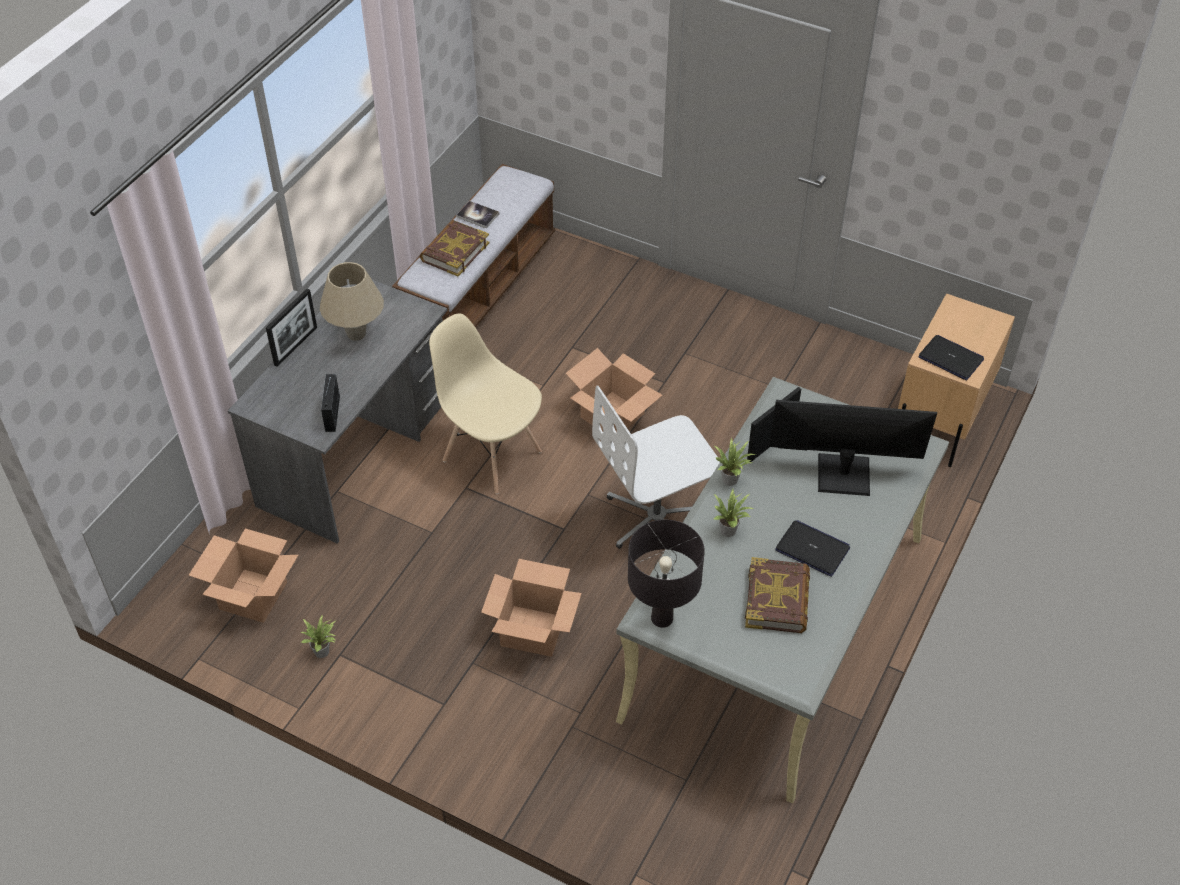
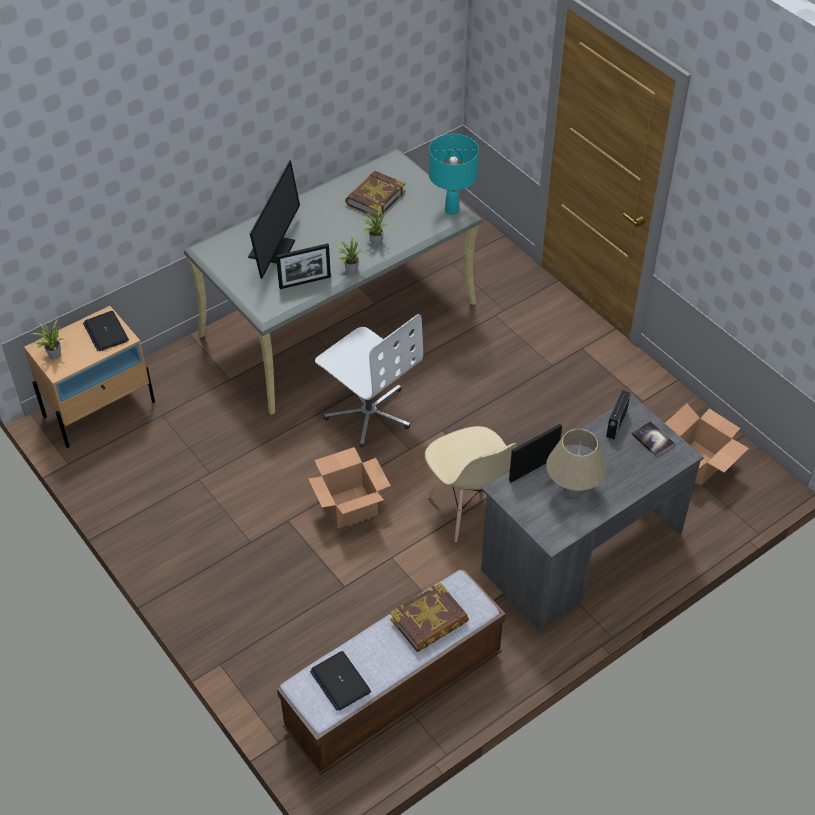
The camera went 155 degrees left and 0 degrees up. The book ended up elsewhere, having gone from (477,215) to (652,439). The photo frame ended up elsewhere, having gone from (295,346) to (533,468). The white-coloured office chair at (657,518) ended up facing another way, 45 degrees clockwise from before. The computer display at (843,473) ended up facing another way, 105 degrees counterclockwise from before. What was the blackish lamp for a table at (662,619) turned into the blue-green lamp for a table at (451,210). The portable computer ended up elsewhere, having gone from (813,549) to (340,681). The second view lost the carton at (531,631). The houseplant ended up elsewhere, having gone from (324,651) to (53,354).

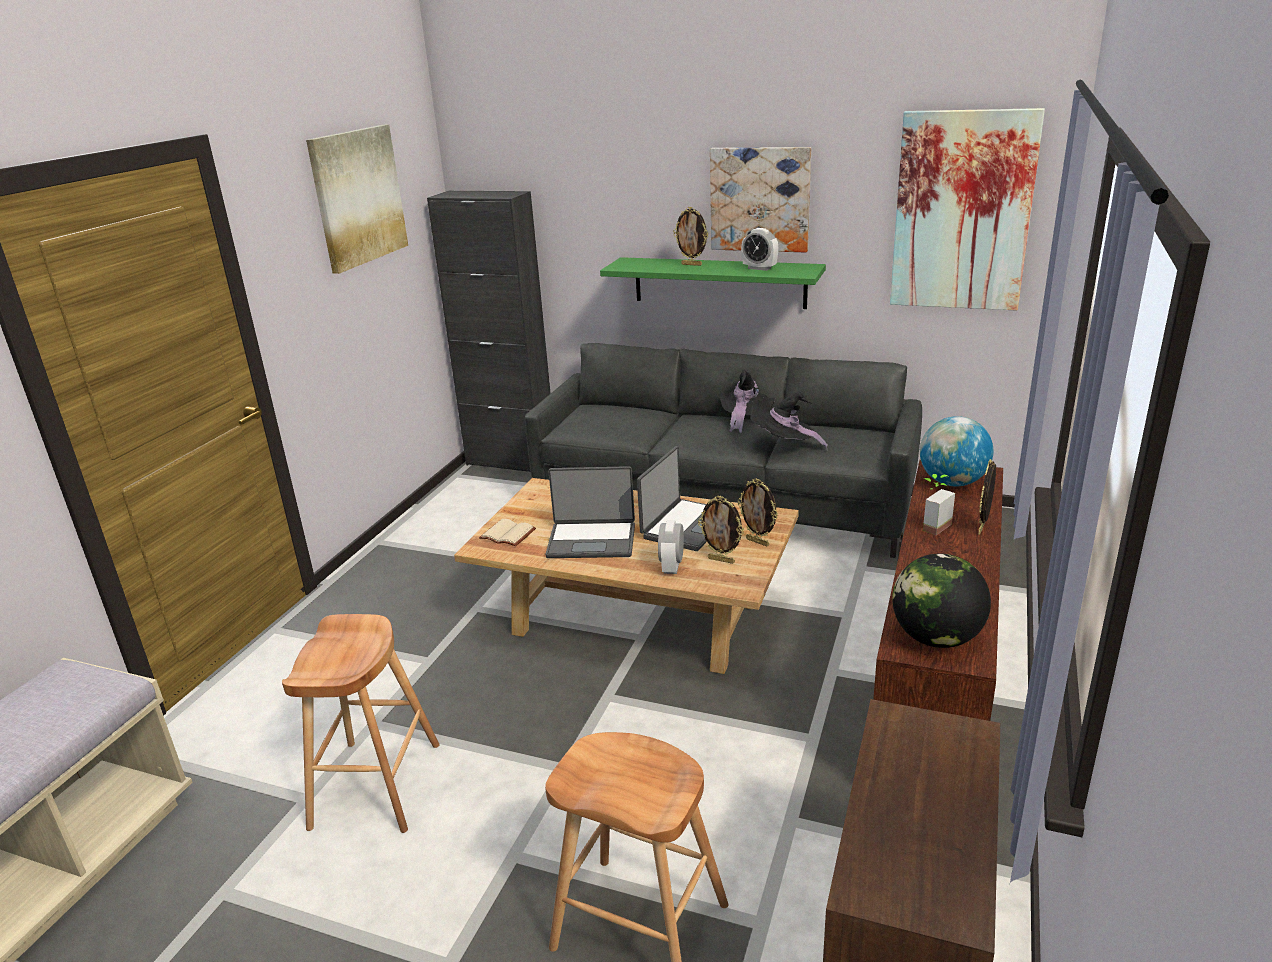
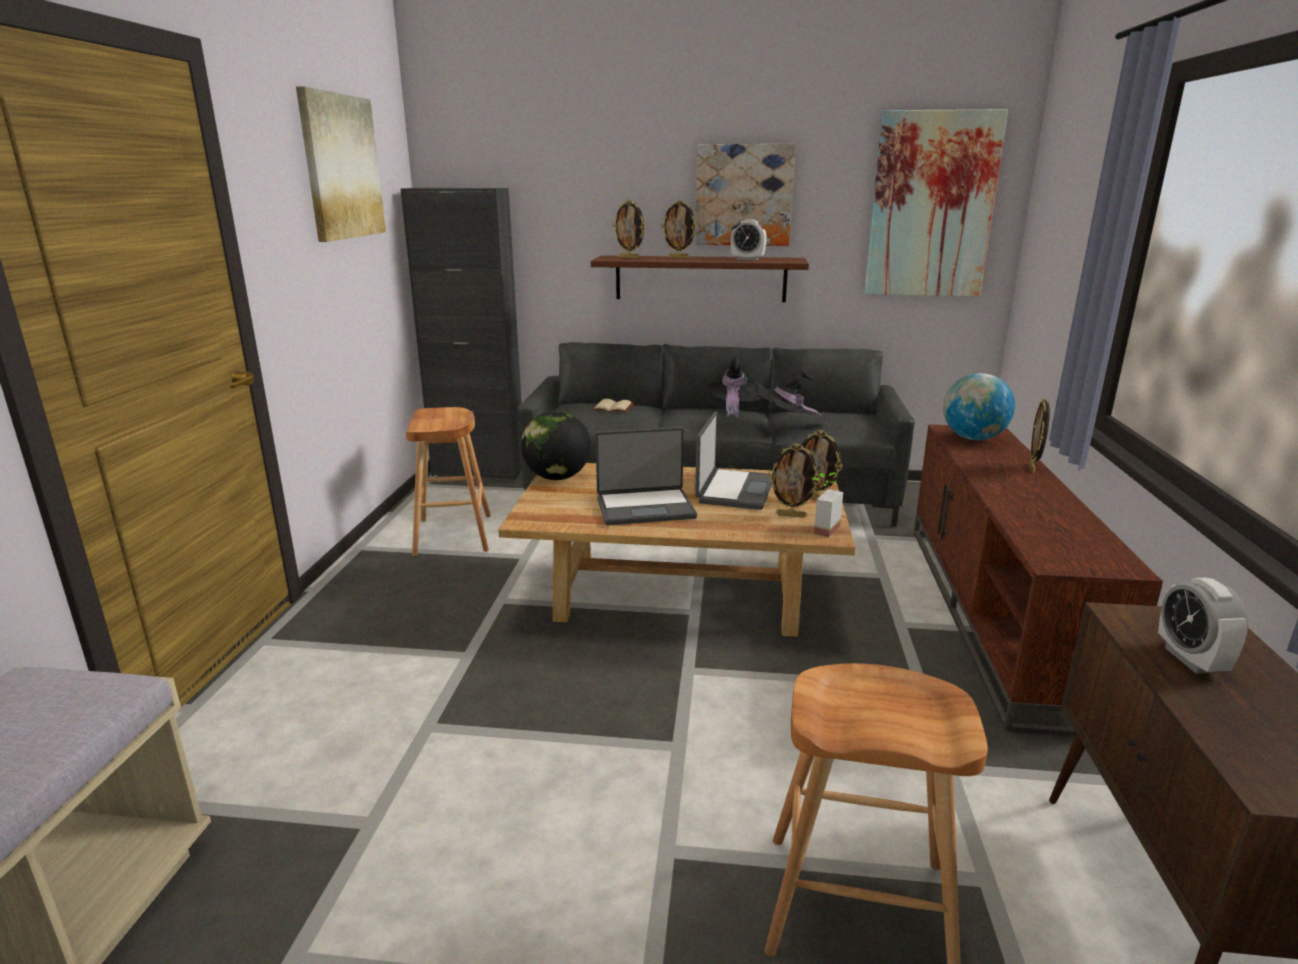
The camera went 15 degrees left and 5 degrees down. What was the green shelf at (719,282) turned into the brown shelf at (700,278). The houseplant ended up elsewhere, having gone from (931,525) to (820,528). The beige-coloured book ended up elsewhere, having gone from (509,534) to (614,407). The table clock ended up elsewhere, having gone from (672,566) to (1190,659). The globe ended up elsewhere, having gone from (936,638) to (557,477). The brown stool seat ended up elsewhere, having gone from (376,785) to (453,535). The second view gained the photo frame at (629,258).

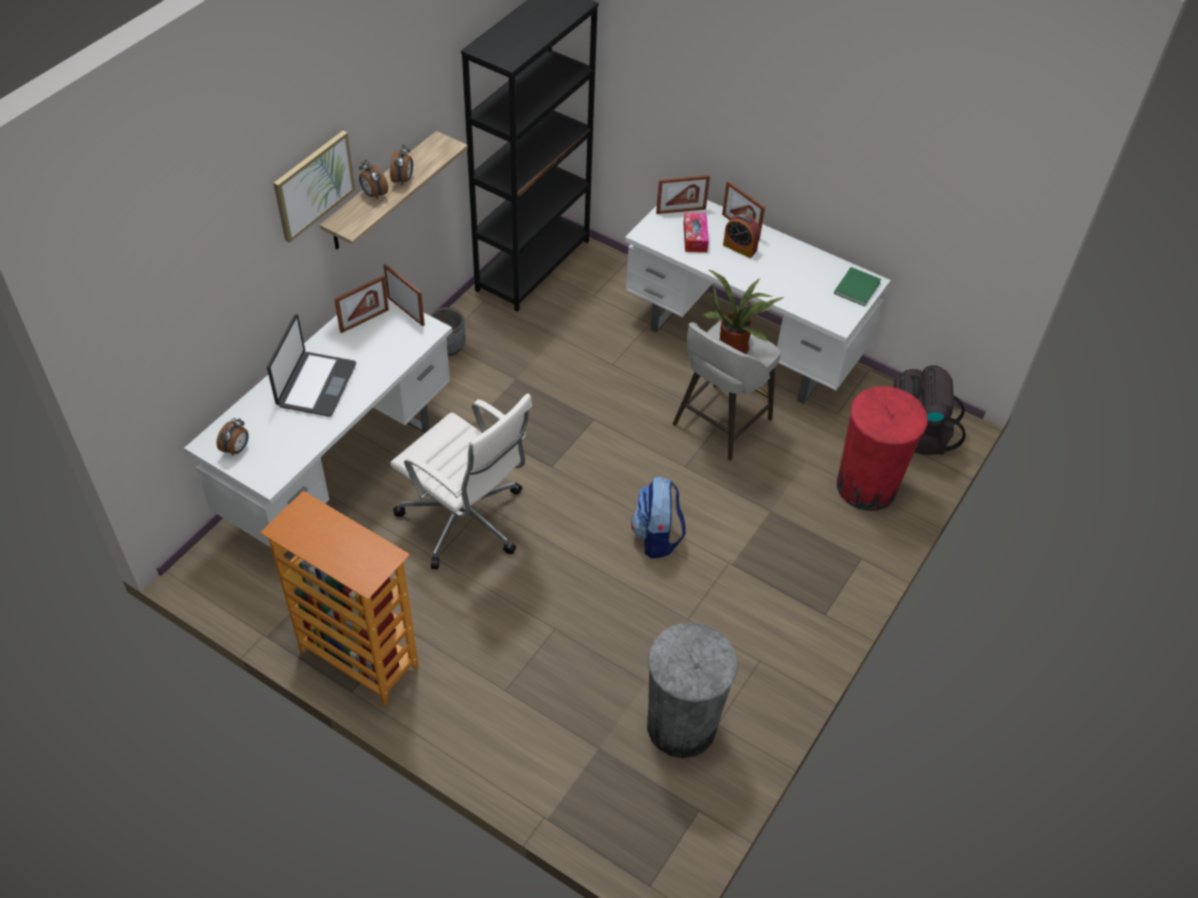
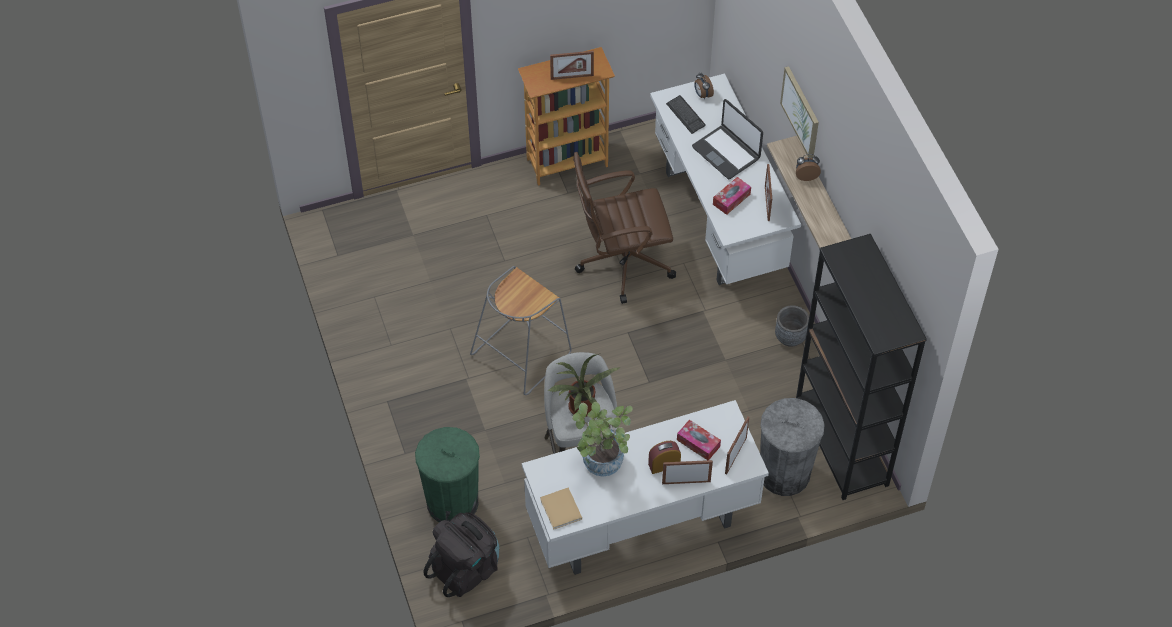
The camera went 130 degrees right and 5 degrees up. The second view lost the table clock at (403,180). The photo frame ended up elsewhere, having gone from (406,311) to (572,77). What was the green book at (857,287) turned into the beige-coloured book at (561,510). What was the red-coloured rubbish bin at (866,486) turned into the green rubbish bin at (452,502). What was the white-coloured office chair at (466,521) turned into the brown office chair at (622,262). Where the rucksack stood at (657,537), the gray stool seat came to stand at (521,353). The gray rubbish bin ended up elsewhere, having gone from (681,725) to (784,473). The second view gained the keyboard at (685,115). The second view gained the tissue holder at (731,199). The second view gained the houseplant at (601,465).

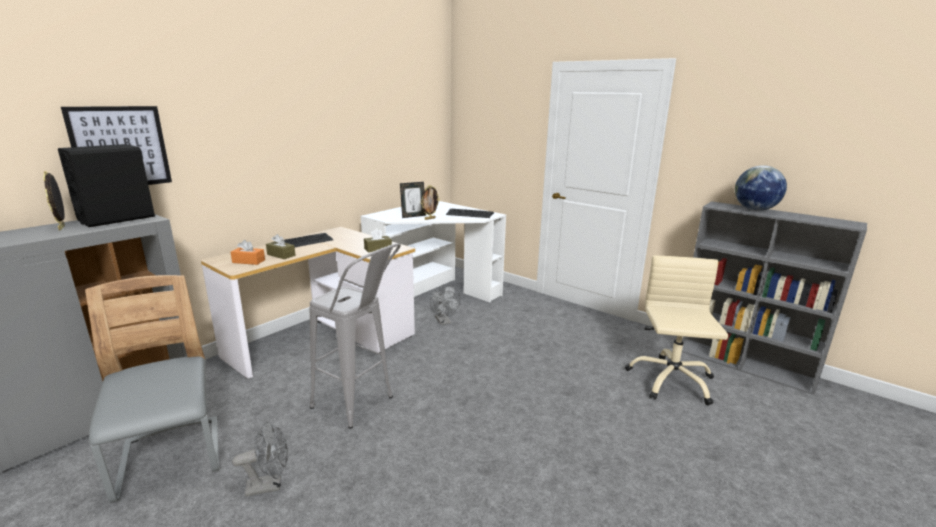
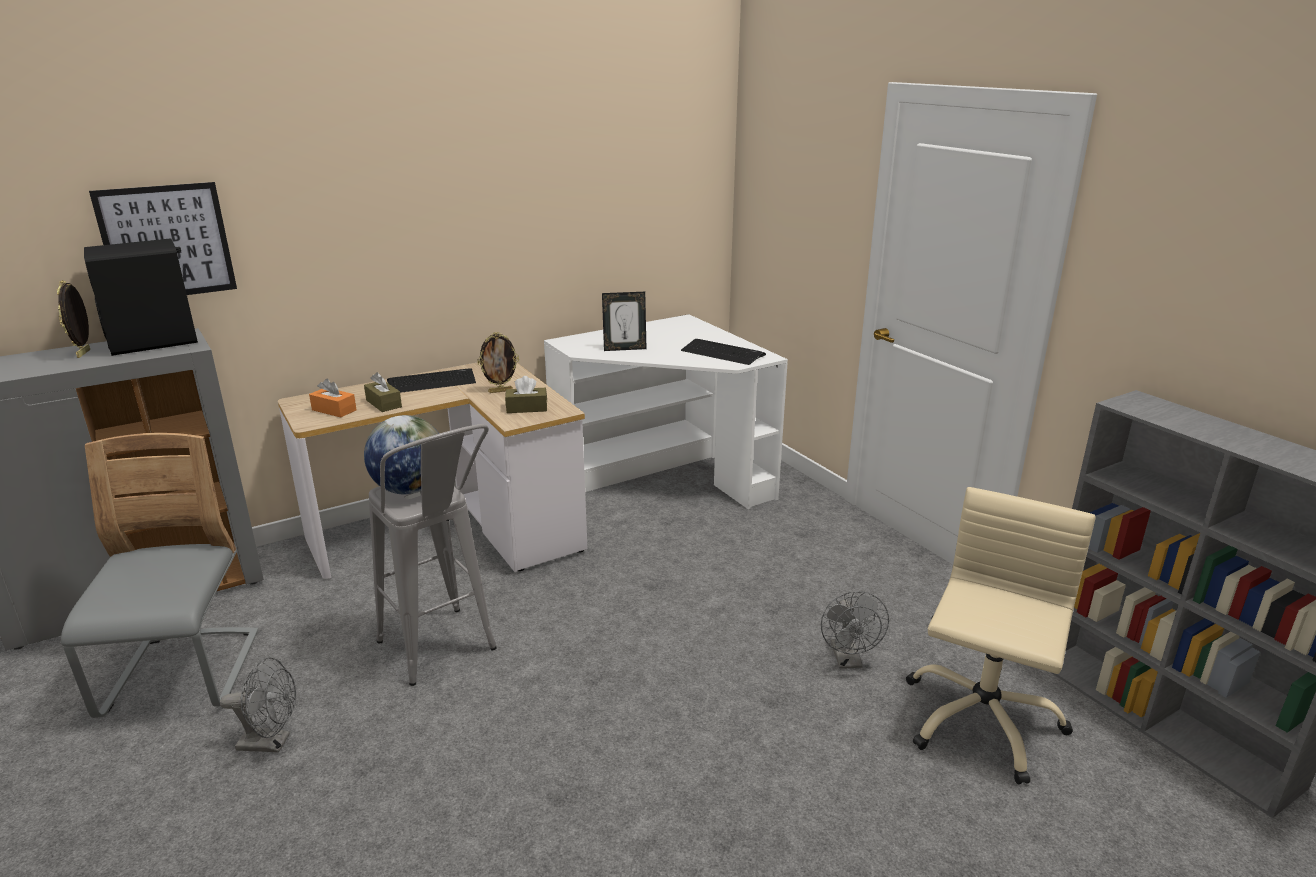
The camera went 20 degrees right and 5 degrees up. The globe ended up elsewhere, having gone from (754,210) to (409,489). The photo frame ended up elsewhere, having gone from (429,218) to (500,391). The gray fan ended up elsewhere, having gone from (444,321) to (848,661).

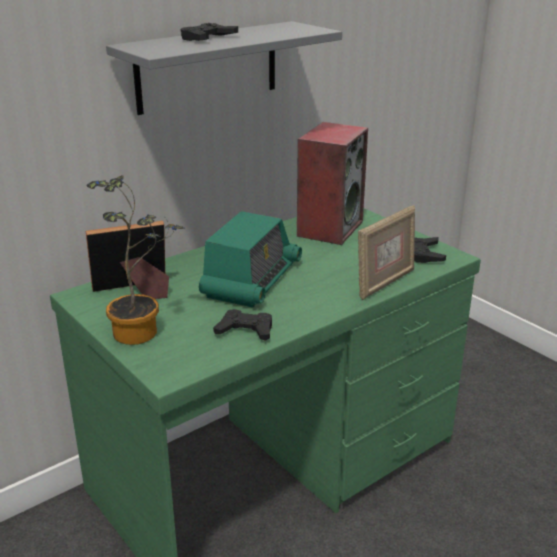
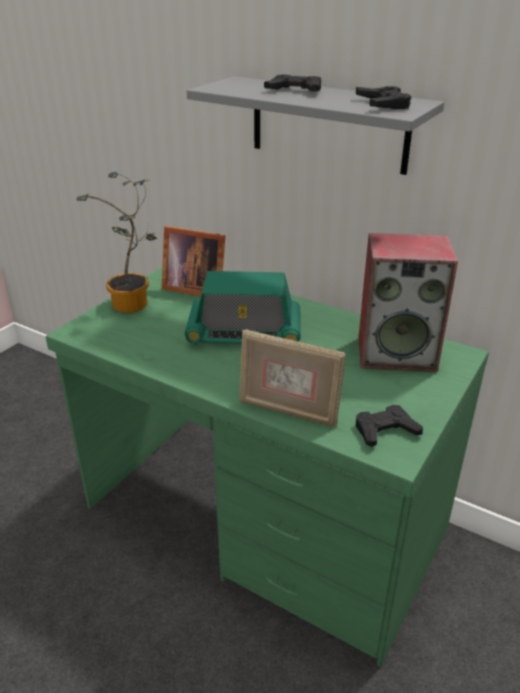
The camera went 70 degrees right and 5 degrees up. The photo frame at (135,291) ended up facing another way, 150 degrees clockwise from before. The blackish game controller ended up elsewhere, having gone from (245,330) to (383,104).

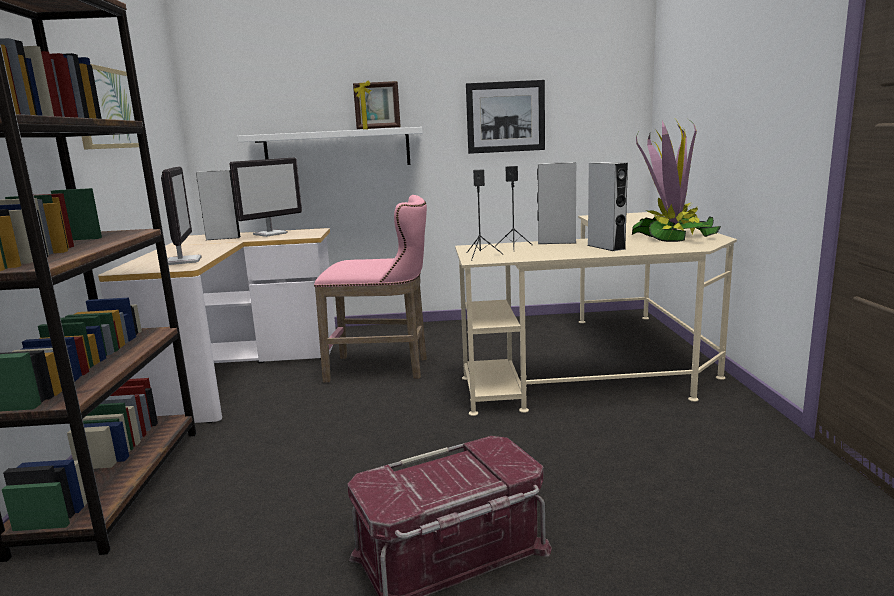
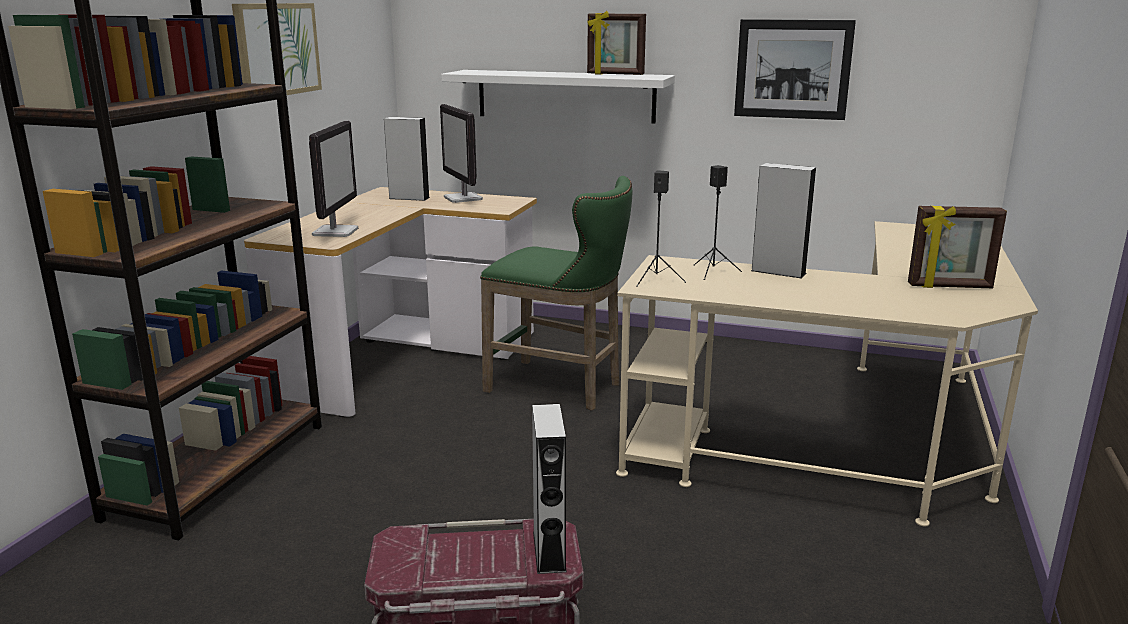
The camera went 20 degrees right and 5 degrees up. Where the houseplant stood at (671,236), the photo frame came to stand at (950,286). The computer display at (271,234) ended up facing another way, 90 degrees clockwise from before. The gray audio speaker ended up elsewhere, having gone from (606,247) to (549,551). What was the pink stool seat at (383,369) turned into the green stool seat at (560,388).

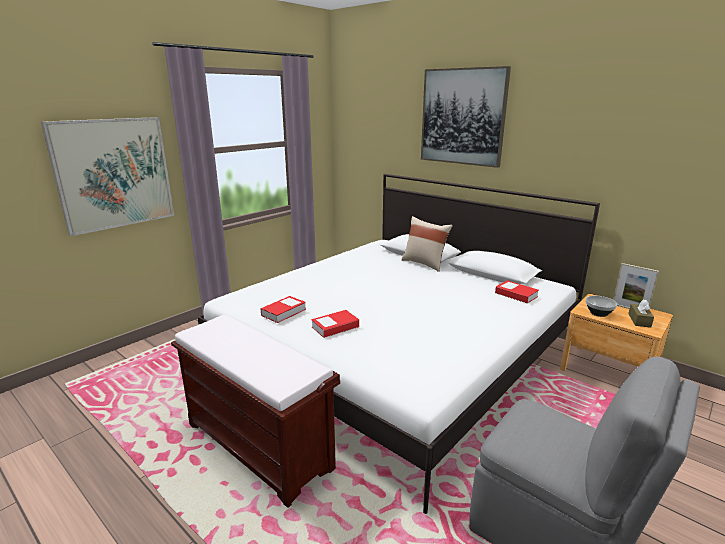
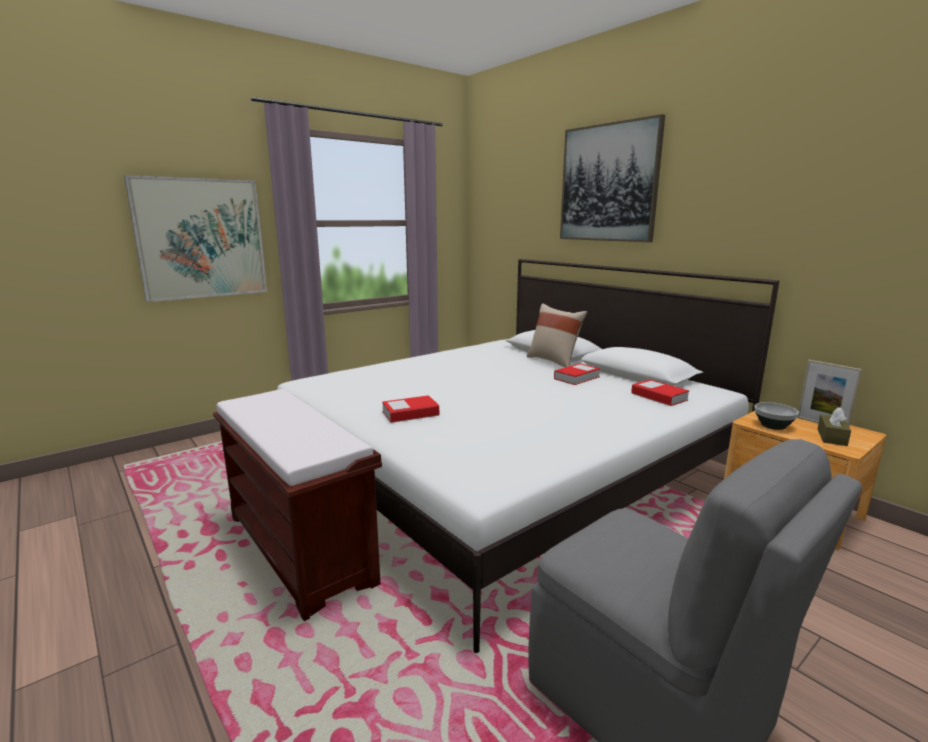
The camera went 10 degrees right and 5 degrees down. The book ended up elsewhere, having gone from (283,312) to (576,378).

